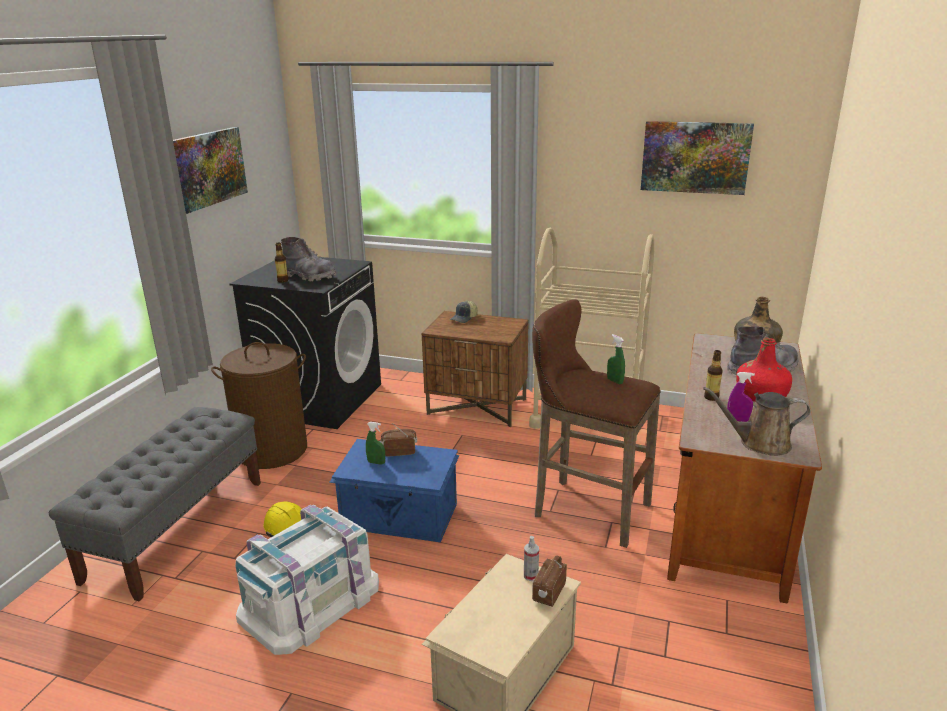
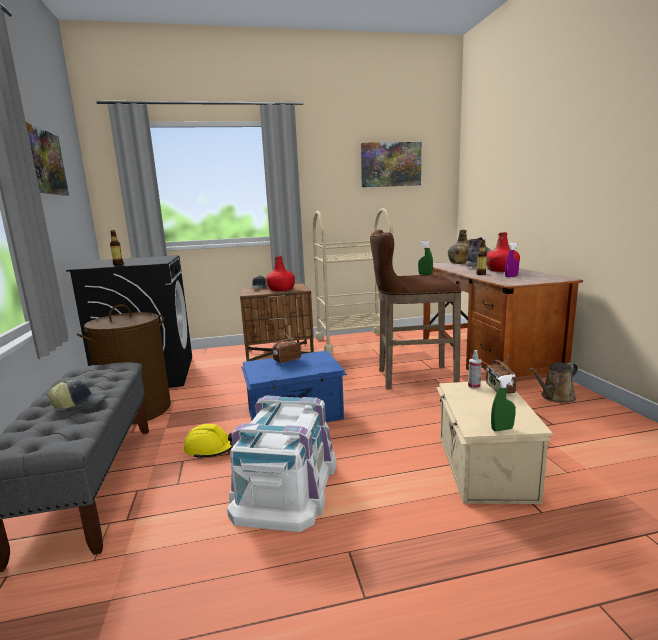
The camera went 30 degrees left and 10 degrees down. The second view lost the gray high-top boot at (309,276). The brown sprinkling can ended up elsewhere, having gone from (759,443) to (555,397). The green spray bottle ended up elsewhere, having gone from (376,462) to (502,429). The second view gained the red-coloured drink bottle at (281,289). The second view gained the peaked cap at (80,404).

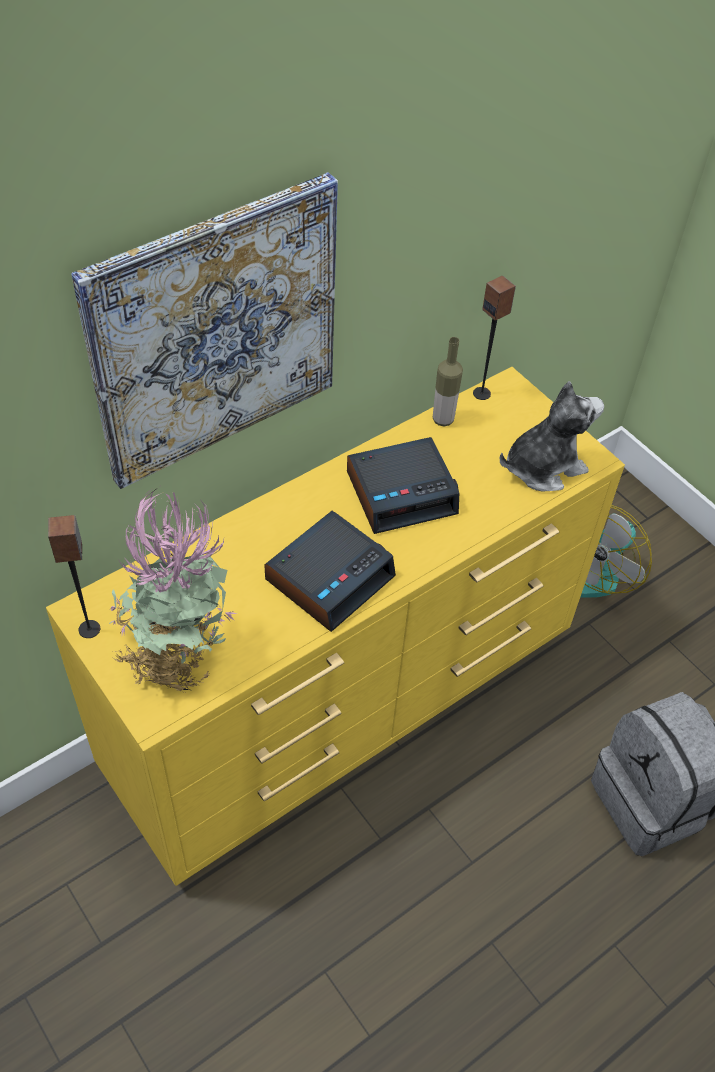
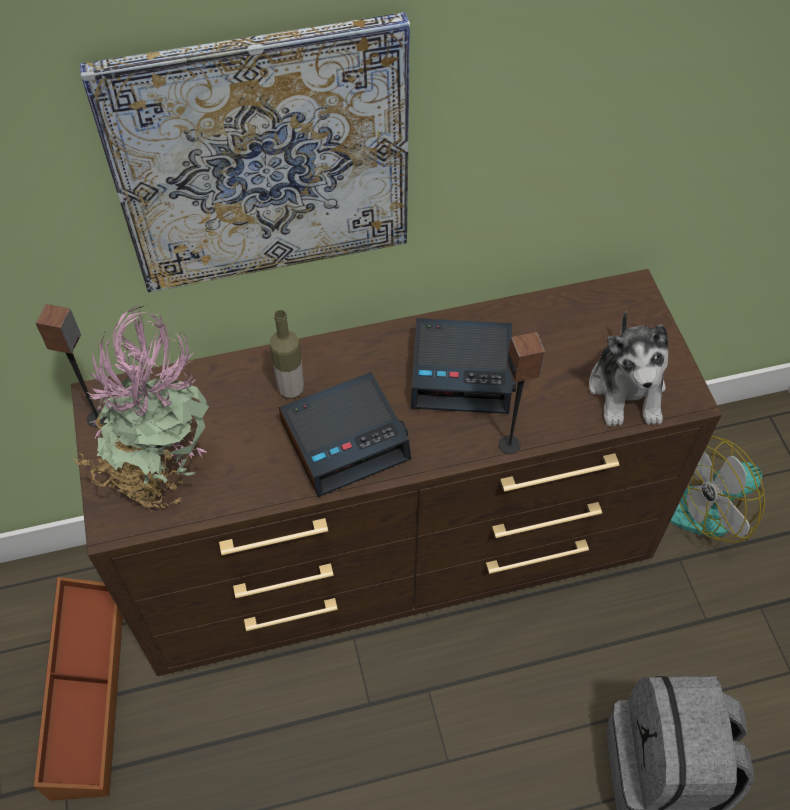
The camera went 25 degrees right and 5 degrees up. The audio speaker ended up elsewhere, having gone from (482,393) to (510,444). The drink bottle ended up elsewhere, having gone from (443,419) to (291,390). What was the yellowish drawer chest at (347,702) turned into the brown drawer chest at (396,556). The cuddly toy at (543,466) ended up facing another way, 90 degrees clockwise from before. The second view gained the brown storage box at (86,692).

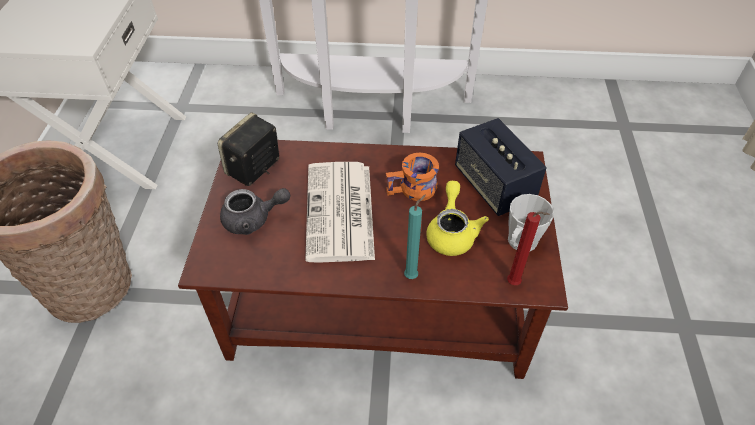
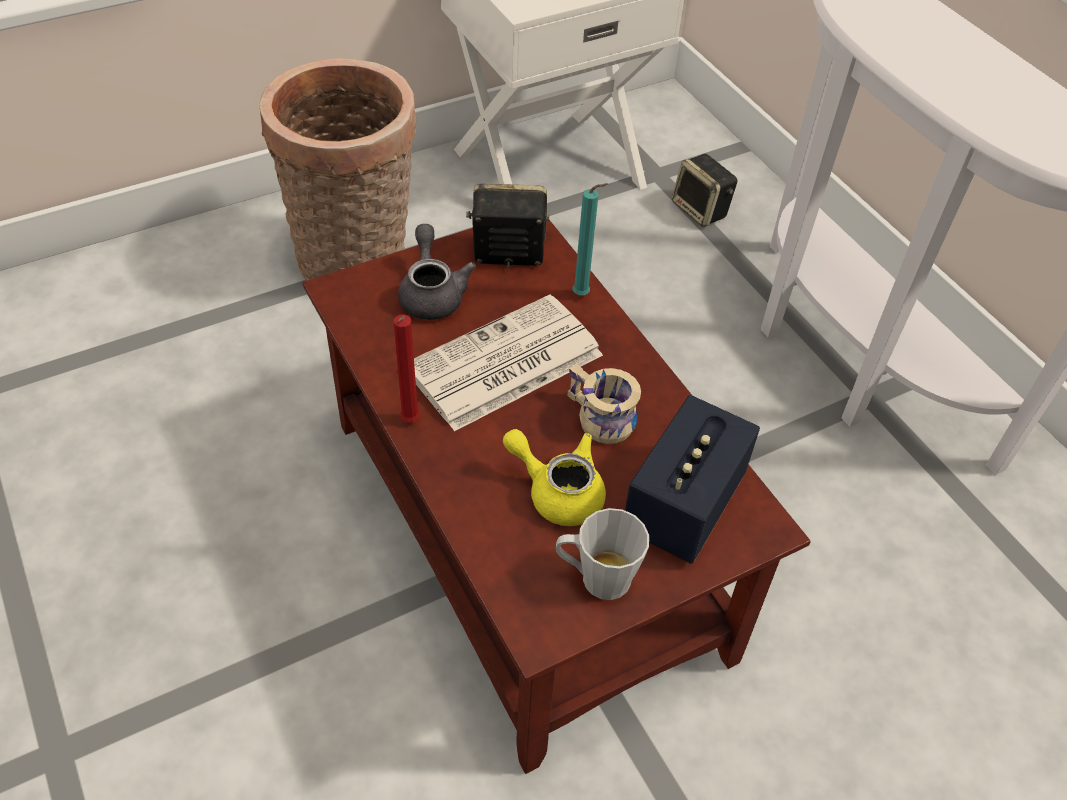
The camera went 55 degrees right and 0 degrees up. What was the orangey mug at (413,191) turned into the beige-coloured mug at (597,420). The yellowish pot for tea at (451,232) ended up facing another way, 120 degrees counterclockwise from before. The gray pot for tea at (253,219) ended up facing another way, 150 degrees counterclockwise from before. The blue-green wax light ended up elsewhere, having gone from (412,275) to (583,295). The red-coloured wax light ended up elsewhere, having gone from (515,284) to (409,423). The second view gained the audio speaker at (701,210).

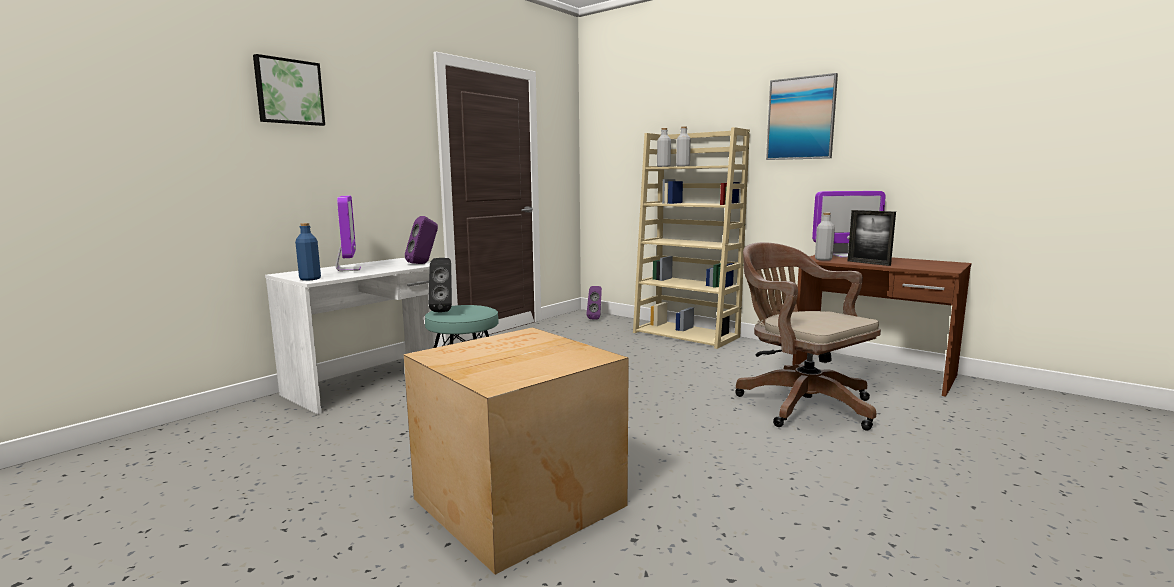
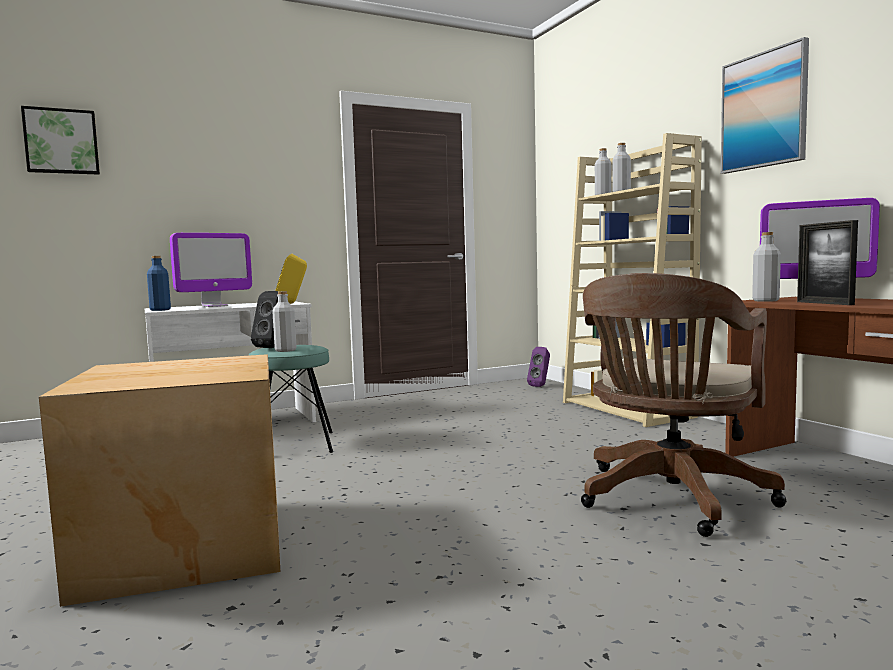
The camera went 25 degrees right and 5 degrees down. The wall picture ended up elsewhere, having gone from (289,92) to (62,141). The computer display at (348,269) ended up facing another way, 45 degrees clockwise from before. What was the purple-coloured audio speaker at (423,263) turned into the yellowish audio speaker at (291,303). The brown office chair at (799,403) ended up facing another way, 135 degrees counterclockwise from before. The second view gained the gray drink bottle at (285,350).

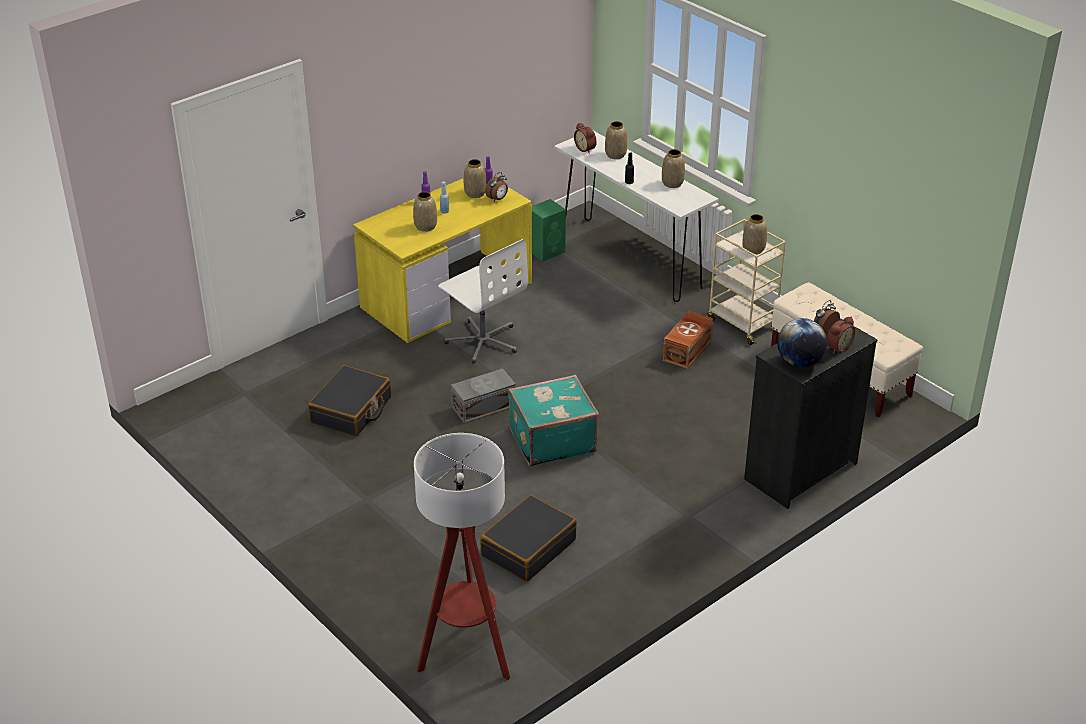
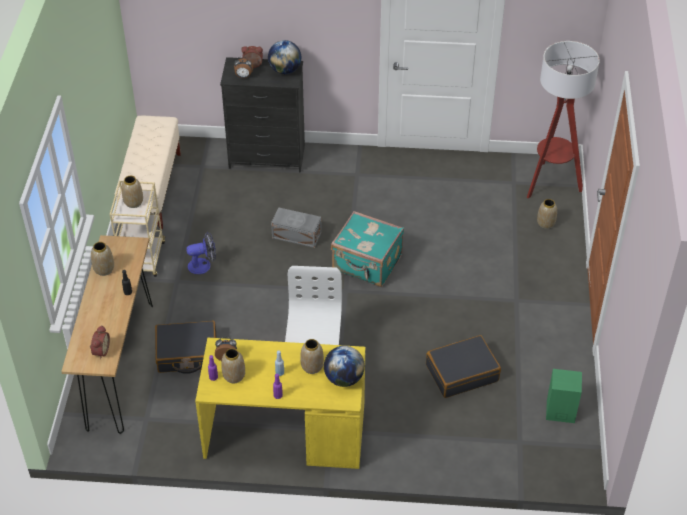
The camera went 135 degrees left and 10 degrees up. The flower vase ended up elsewhere, having gone from (615,155) to (545,224). What was the white-coloured hall table at (630,259) turned into the brown hall table at (120,365). The green audio speaker ended up elsewhere, having gone from (547,251) to (559,411). Where the brown storage box stood at (688,350), the fan came to stand at (203,265). The gray storage box ended up elsewhere, having gone from (482,406) to (297,236). The blackish suitcase ended up elsewhere, having gone from (528,548) to (187,354). The second view gained the globe at (344,378).

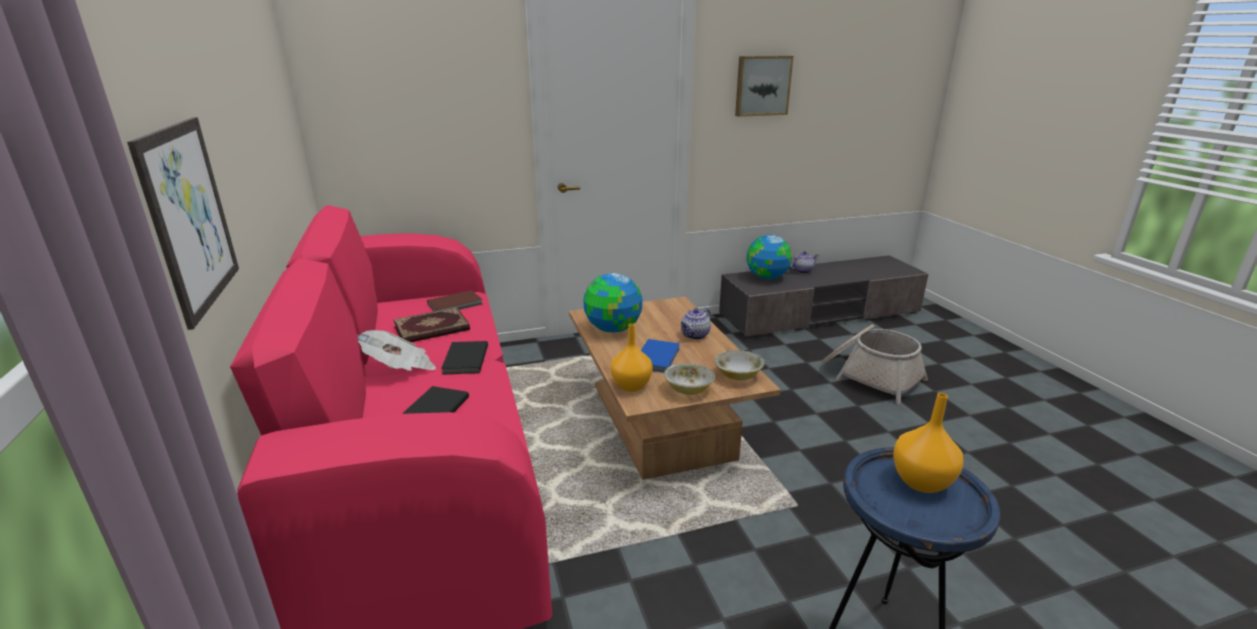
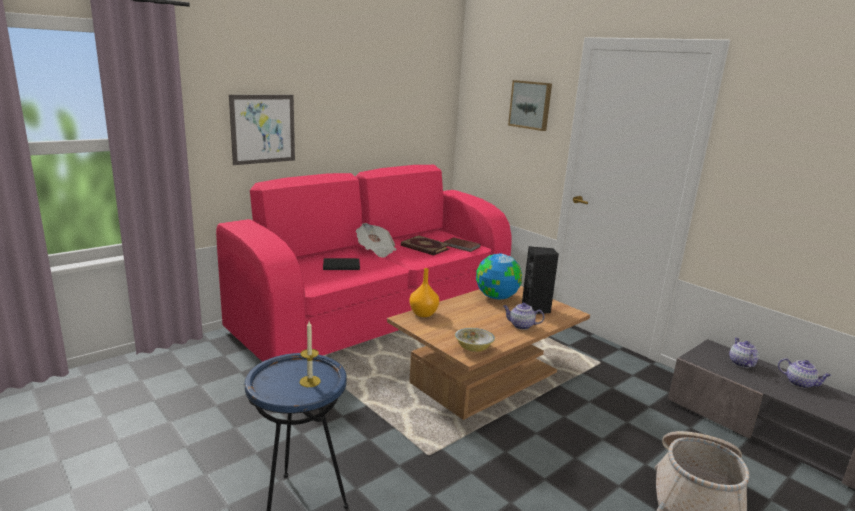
The camera went 65 degrees right and 5 degrees down. The wall picture ended up elsewhere, having gone from (762,85) to (531,105). Where the globe stood at (766,277), the pot for tea came to stand at (740,363). The second view lost the blue book at (658,357). The second view lost the blackish book at (464,360). The second view lost the serving bowl at (688,389). Where the orangey flower vase stood at (920,482), the wax light came to stand at (310,381). The second view gained the blackish audio speaker at (536,309).

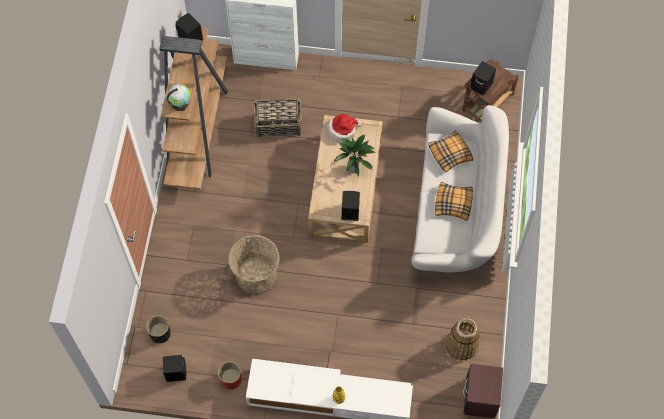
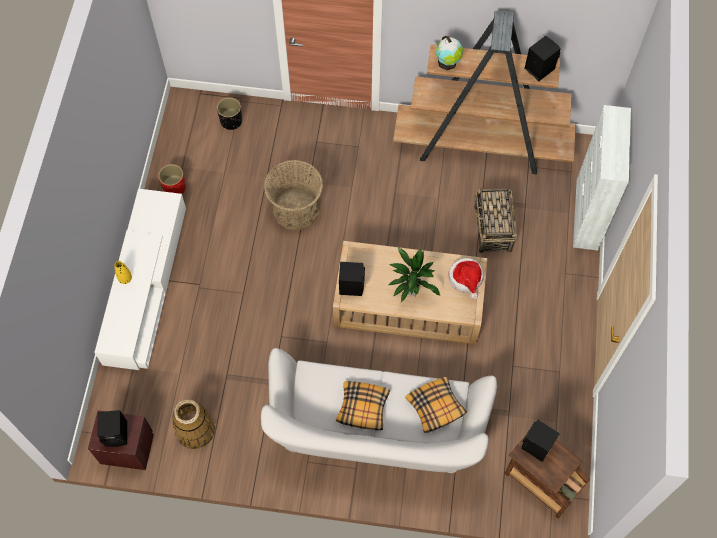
The camera went 90 degrees right and 0 degrees up. The blackish audio speaker ended up elsewhere, having gone from (176,372) to (117,434).

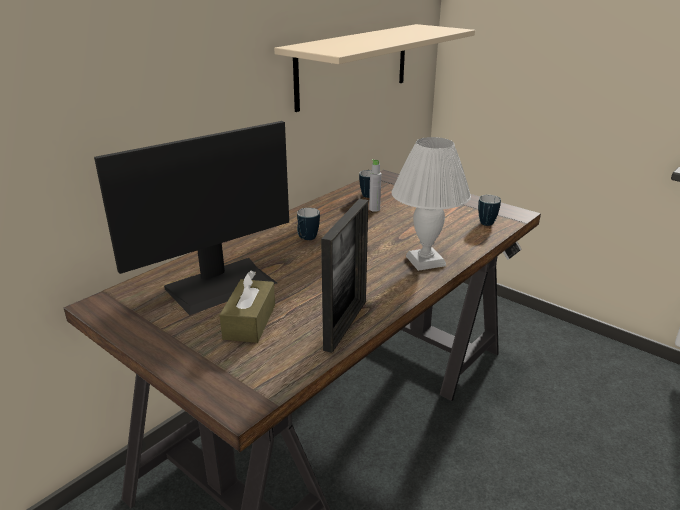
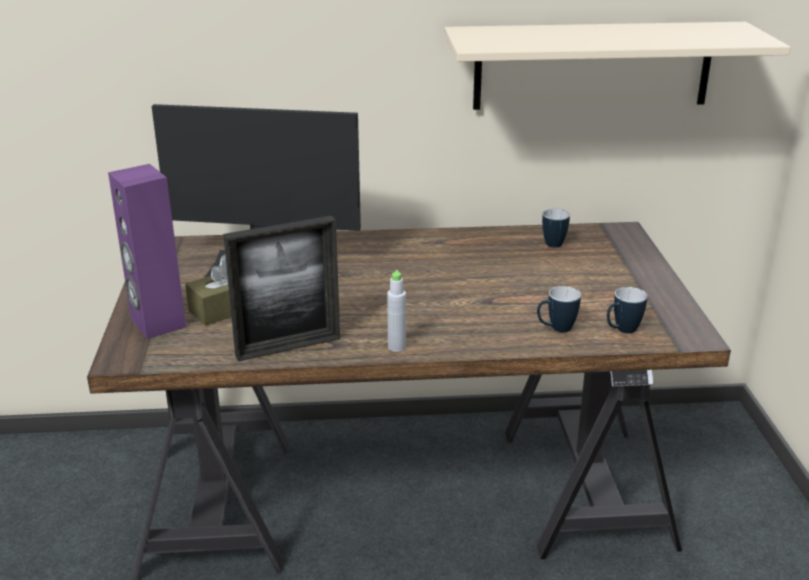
The camera went 45 degrees right and 0 degrees up. The second view lost the white-coloured lamp for a table at (424,261). The gray drink bottle ended up elsewhere, having gone from (374,209) to (396,347). The mug ended up elsewhere, having gone from (306,239) to (555,329). The second view gained the purple-coloured audio speaker at (157,324).

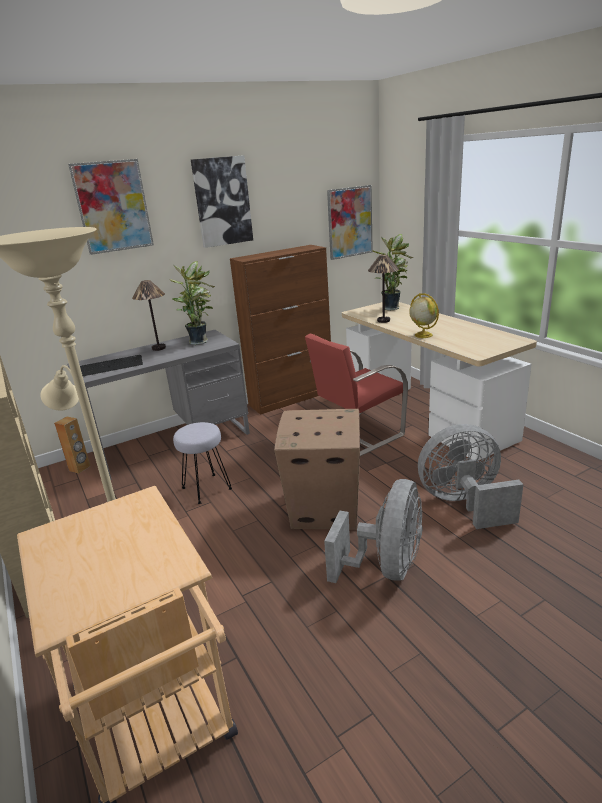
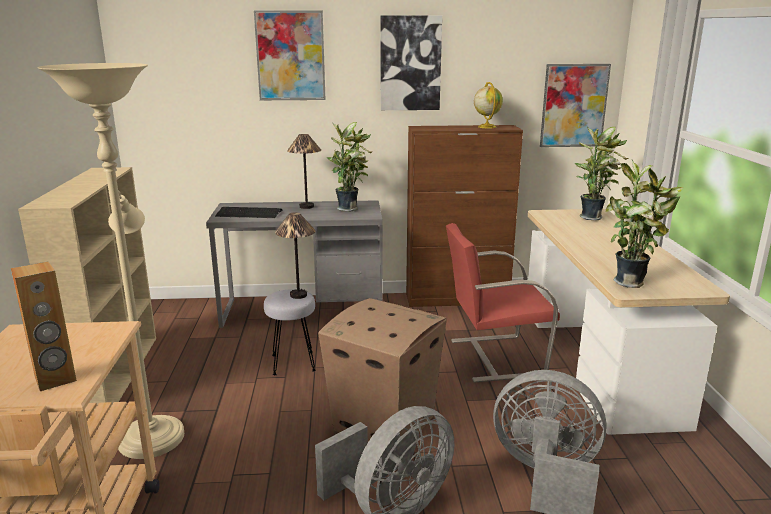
The camera went 25 degrees right and 5 degrees down. The lamp for a table ended up elsewhere, having gone from (384,320) to (299,295). The globe ended up elsewhere, having gone from (423,335) to (486,127). The brown audio speaker ended up elsewhere, having gone from (80,468) to (55,379). The second view gained the houseplant at (632,283).

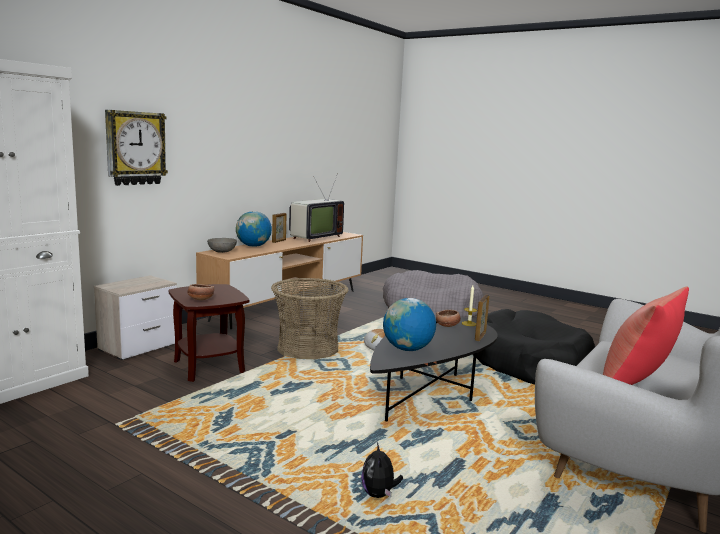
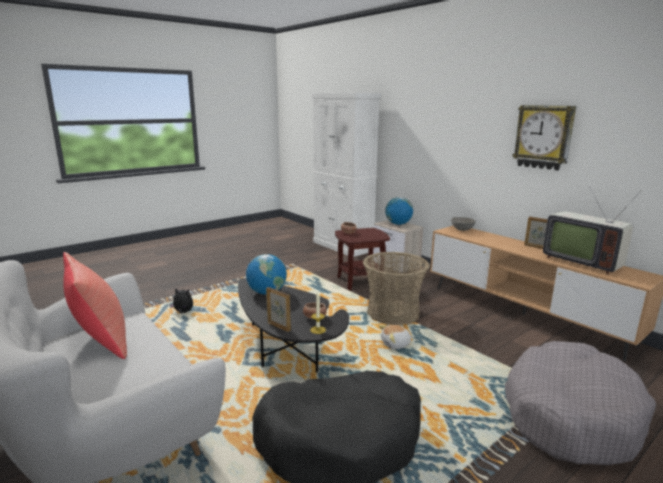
The camera went 105 degrees right and 5 degrees up. The hanging clock ended up elsewhere, having gone from (135,148) to (543,137). The globe ended up elsewhere, having gone from (253,246) to (398,224).

